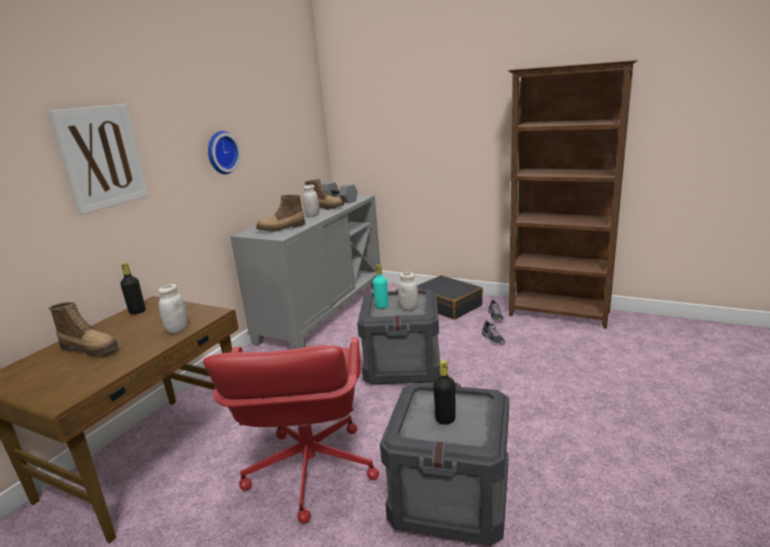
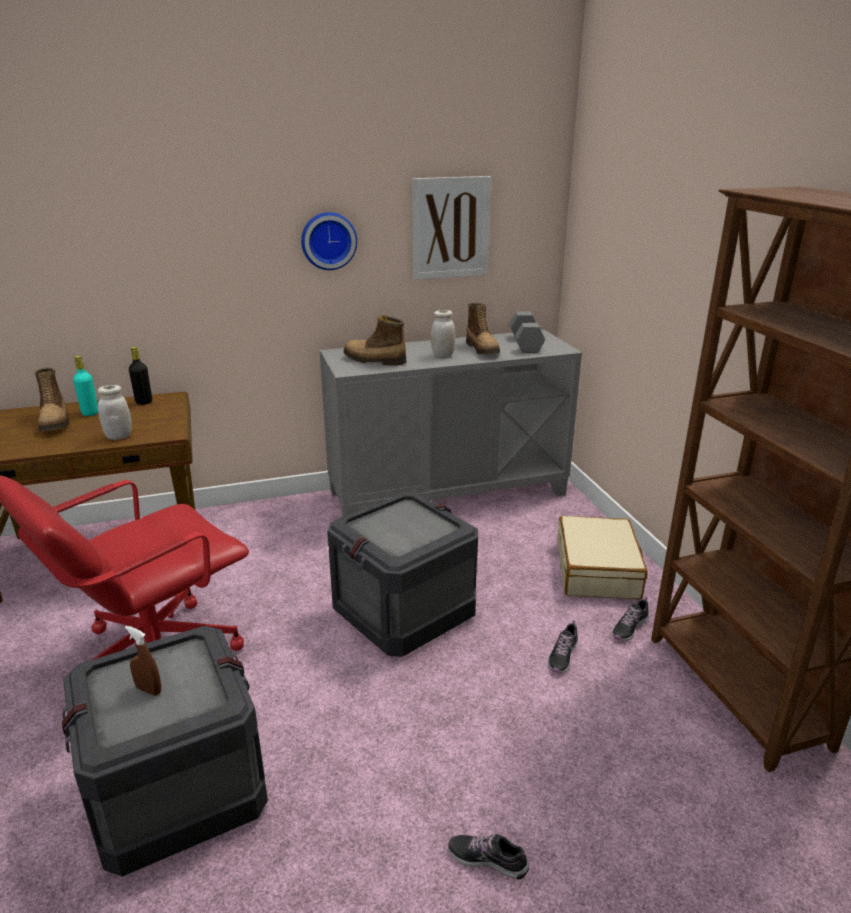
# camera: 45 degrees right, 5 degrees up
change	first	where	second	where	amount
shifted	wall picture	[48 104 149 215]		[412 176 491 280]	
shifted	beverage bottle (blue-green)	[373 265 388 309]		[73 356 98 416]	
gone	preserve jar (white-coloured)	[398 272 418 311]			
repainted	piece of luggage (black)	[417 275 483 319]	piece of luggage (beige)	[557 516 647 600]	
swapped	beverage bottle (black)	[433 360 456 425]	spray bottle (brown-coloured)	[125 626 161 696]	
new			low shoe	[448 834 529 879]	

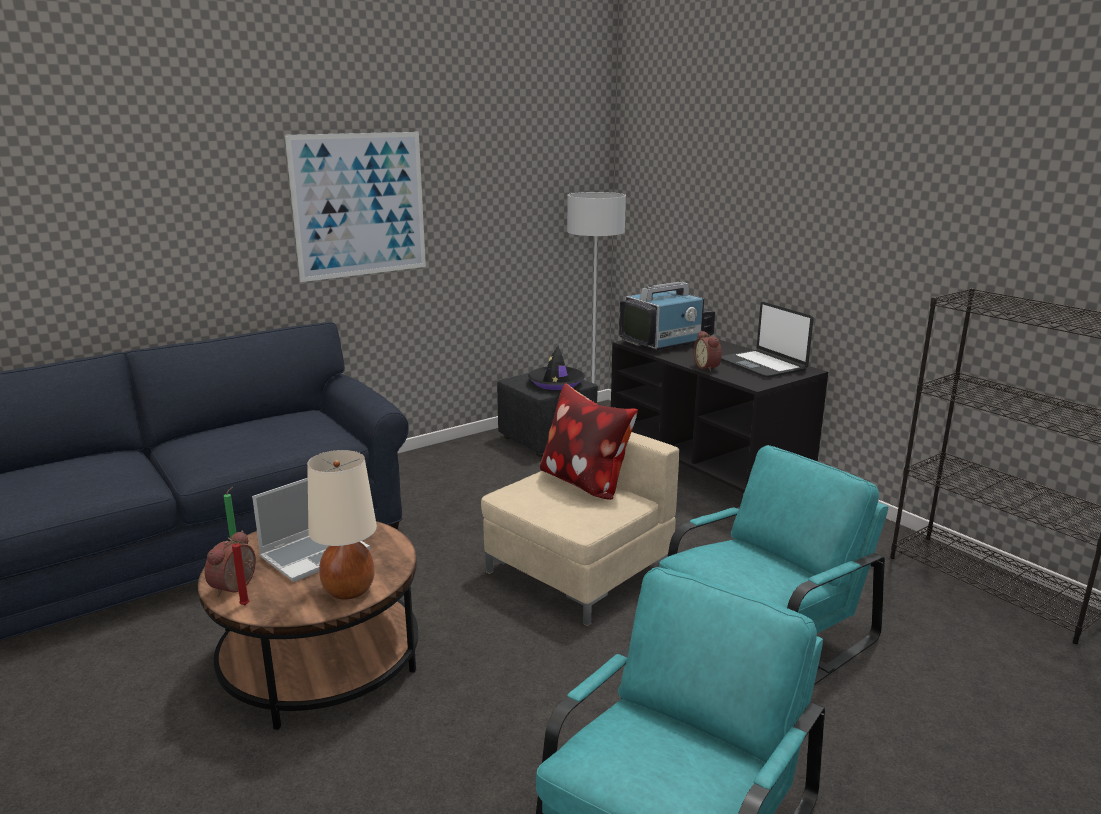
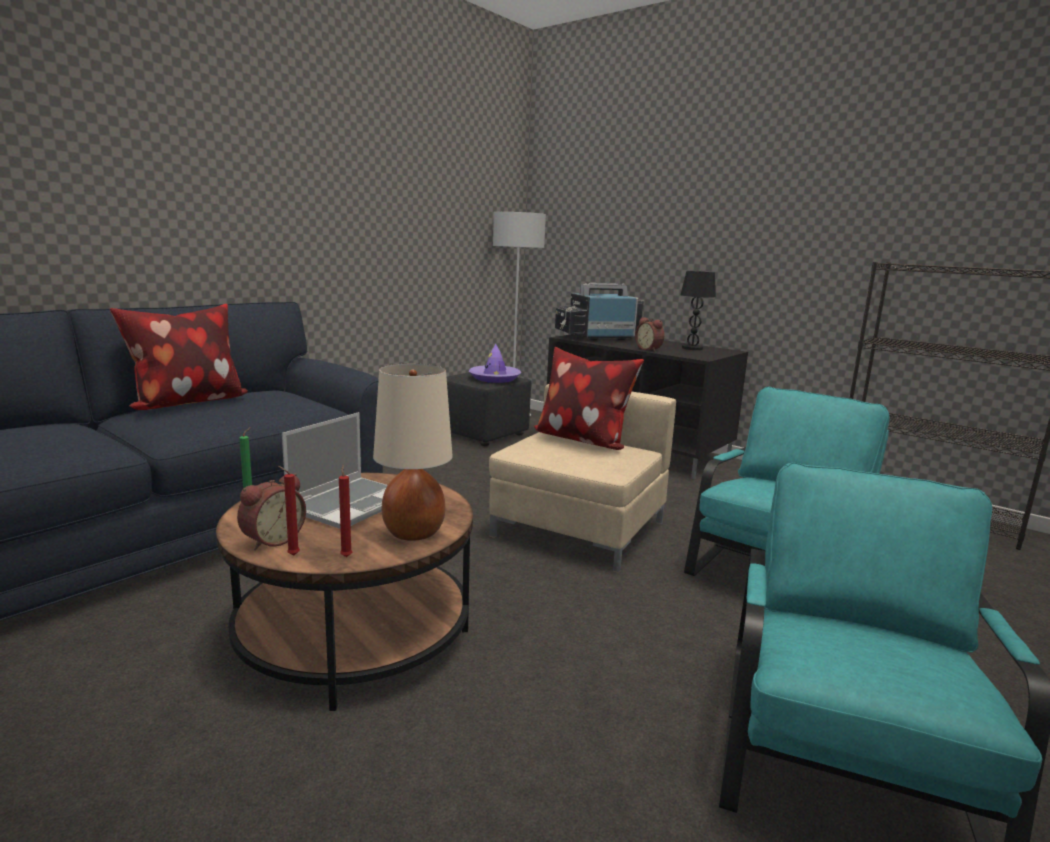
# camera: 15 degrees left, 5 degrees down
change	first	where	second	where	amount
rotated	bedside clock	[205 530 256 597]		[237 473 306 550]	150 degrees counterclockwise
gone	wall picture	[285 132 426 282]			
repainted	clothing hat (black)	[528 346 585 390]	clothing hat (purplish)	[469 344 521 383]	
rotated	TV	[619 282 715 351]		[555 283 644 340]	150 degrees counterclockwise
swapped	portable computer	[721 302 814 378]	lamp for a table (black)	[681 271 716 350]	
new			pillow	[110 304 248 410]	
new			candle (reddish)	[339 465 352 557]	

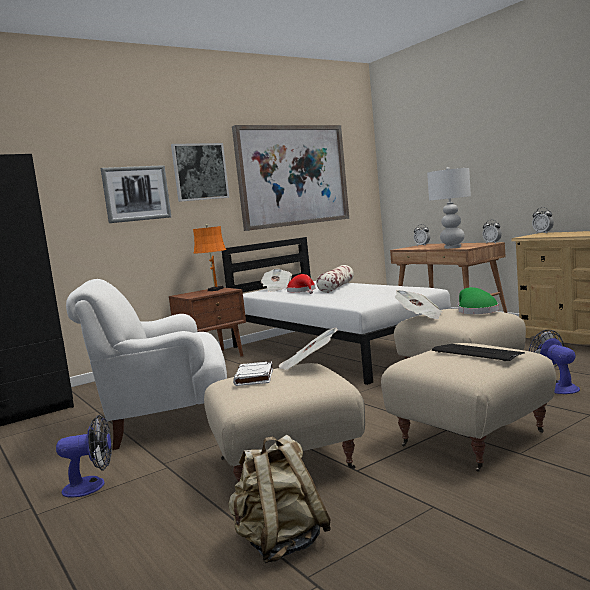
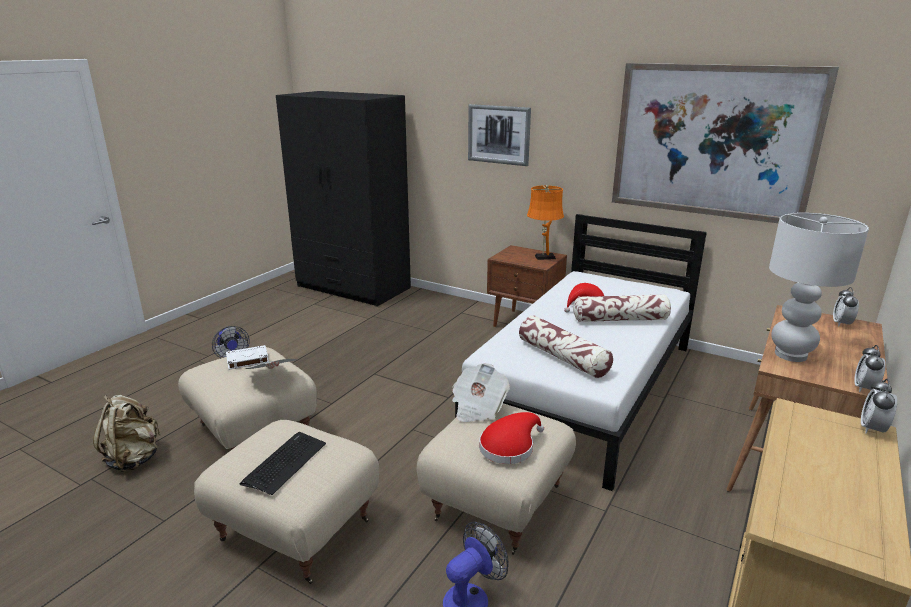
# camera: 65 degrees right, 15 degrees up
change	first	where	second	where	amount
gone	easy chair (white-coloured)	[66 279 227 450]			
gone	wall picture	[171 143 229 202]			
gone	printed paper	[261 269 292 292]			
repainted	clothing hat (green)	[457 287 499 314]	clothing hat (reddish)	[479 412 544 464]	
new			pillow	[519 315 613 378]	

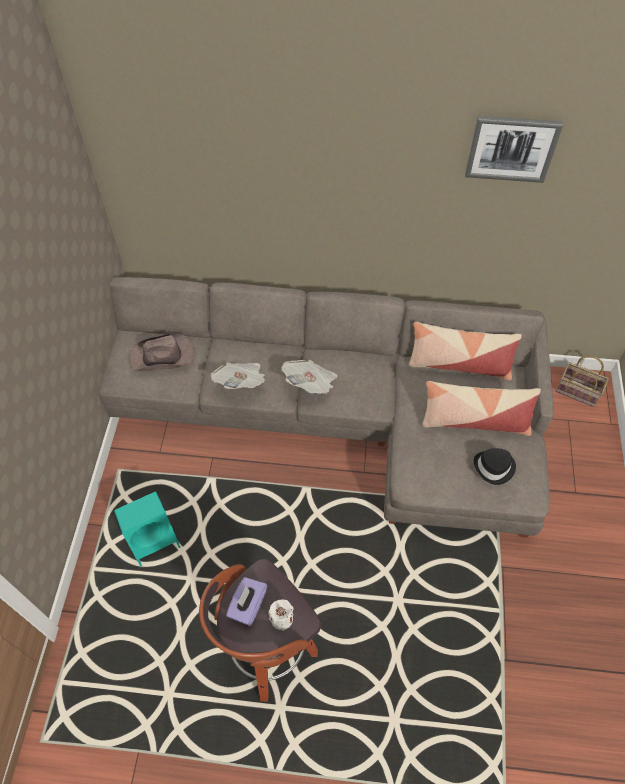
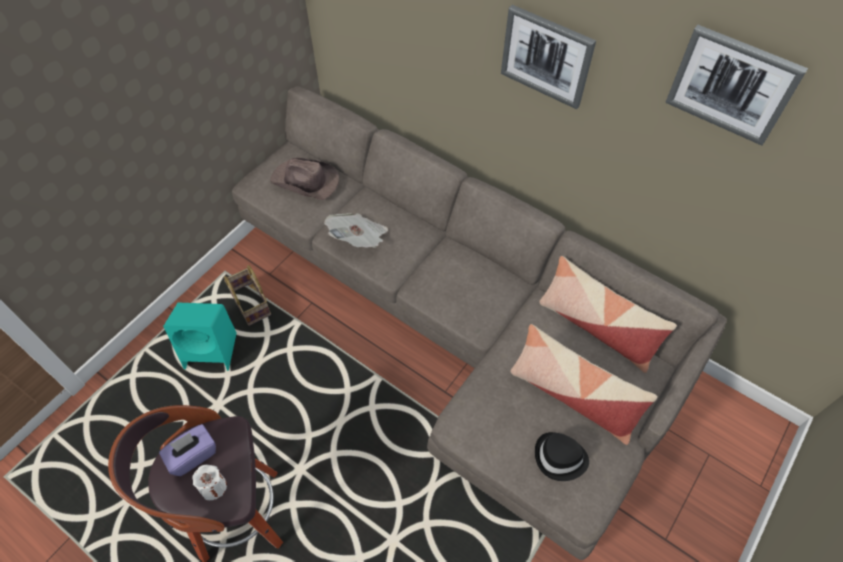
# camera: 30 degrees right, 0 degrees up
change	first	where	second	where	amount
gone	printed paper	[281 360 338 394]			
shifted	storage basket	[556 355 609 407]		[224 265 271 326]	
new			wall picture	[501 5 596 109]	

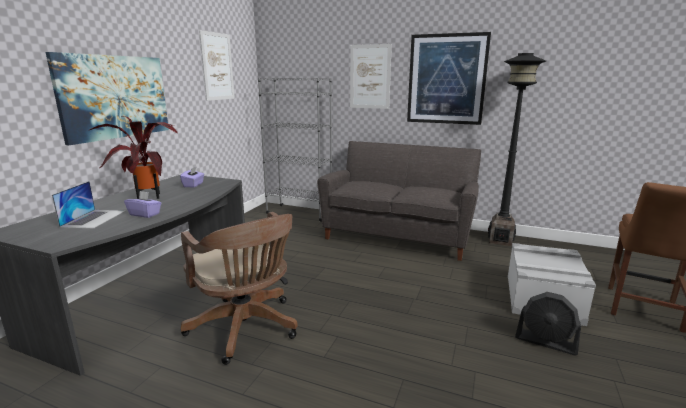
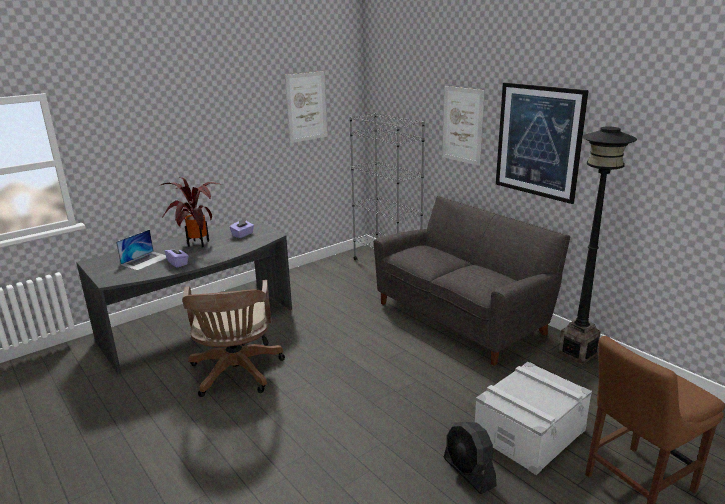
# camera: 30 degrees right, 5 degrees up
change	first	where	second	where	amount
gone	wall picture	[45 52 169 145]			

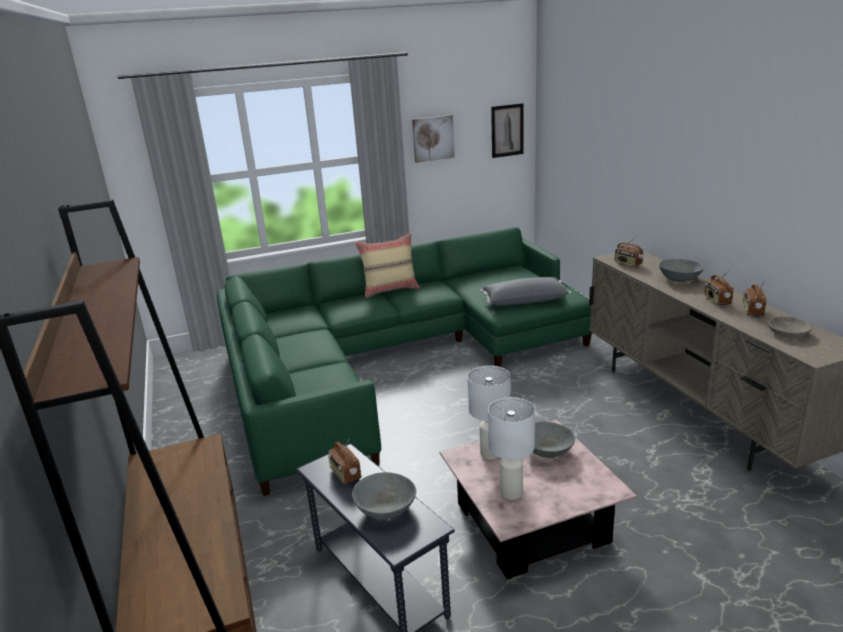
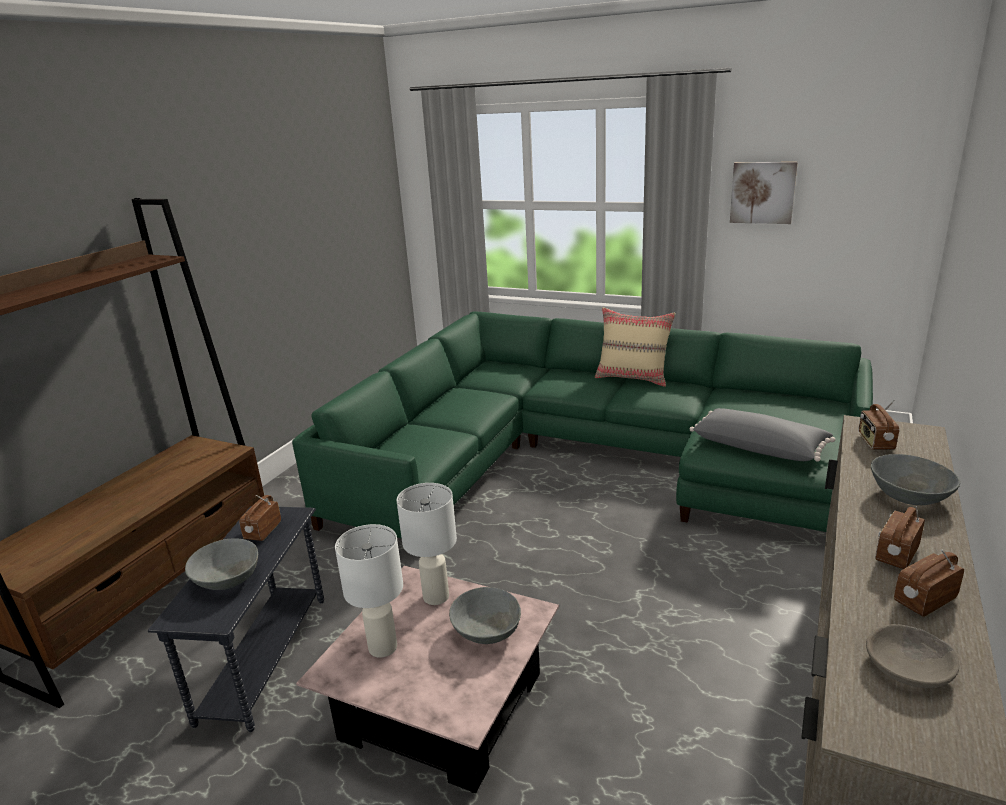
# camera: 45 degrees right, 0 degrees up
change	first	where	second	where	amount
gone	wall picture	[491 103 524 158]			

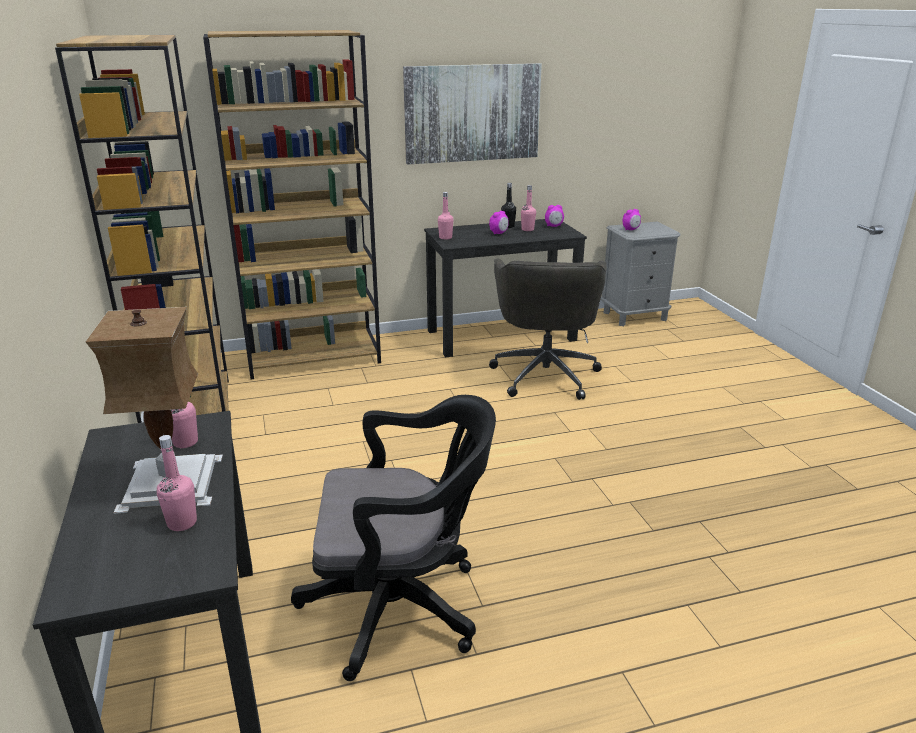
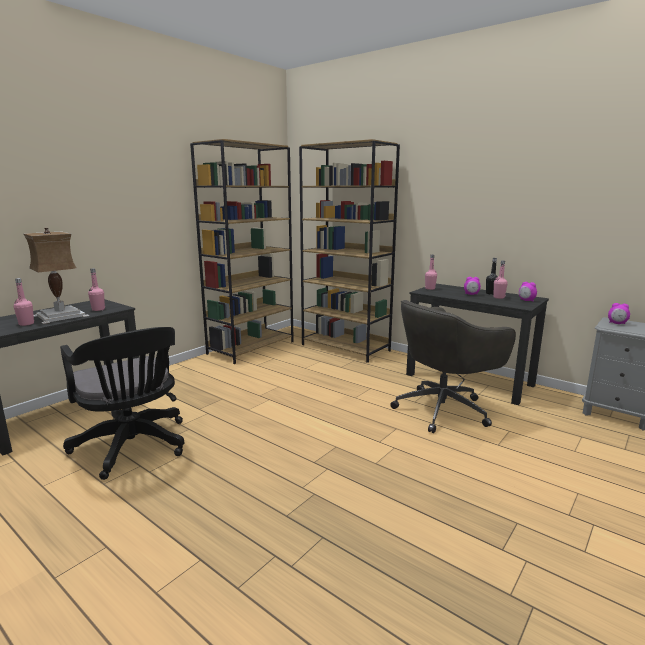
# camera: 55 degrees right, 10 degrees down
change	first	where	second	where	amount
gone	wall picture	[403 63 542 165]			

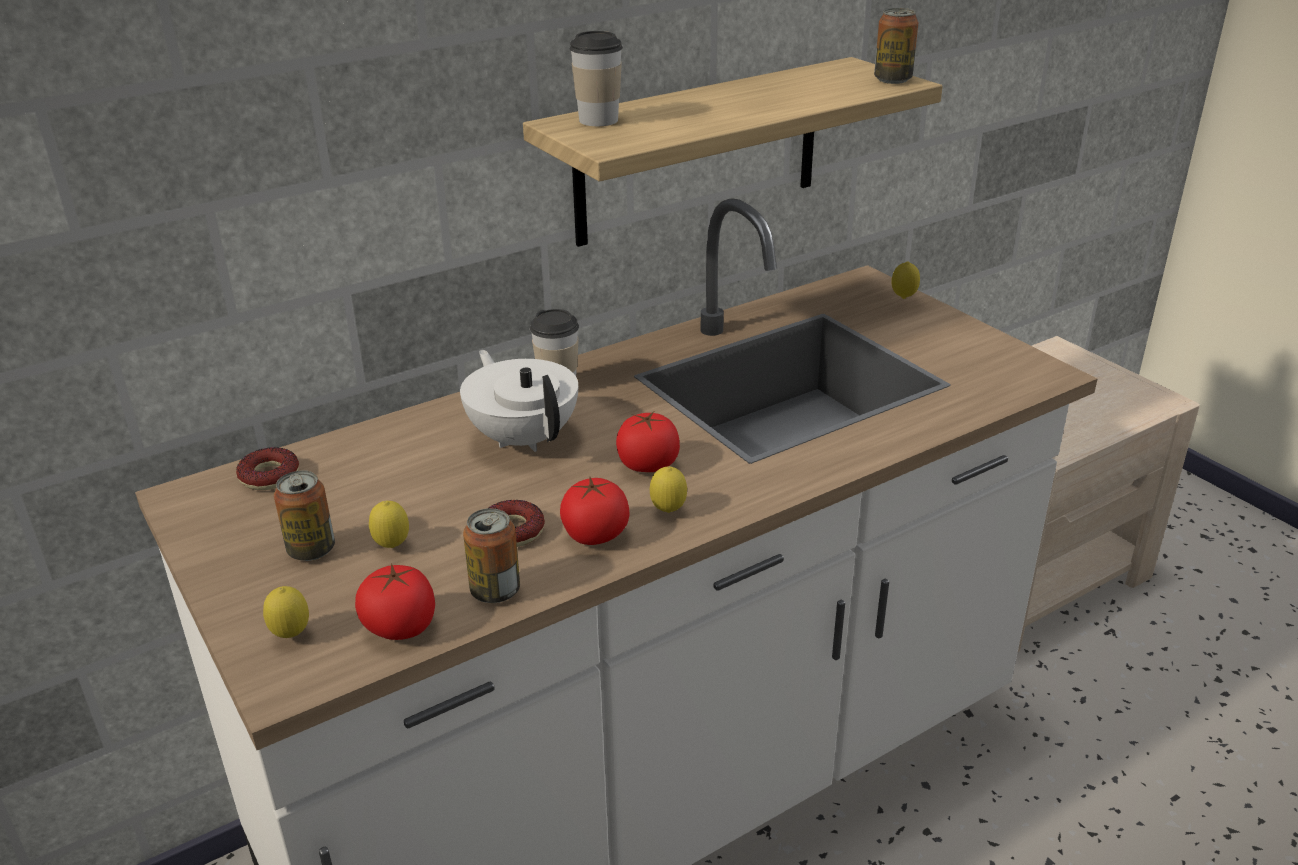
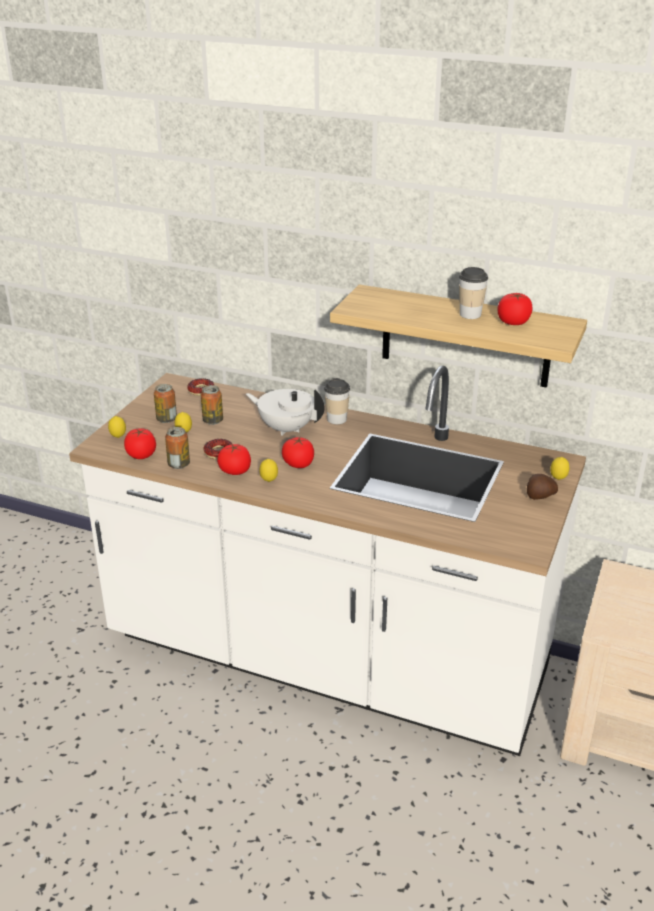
# camera: 55 degrees right, 0 degrees up
change	first	where	second	where	amount
rotated	teapot (white-coloured)	[460 350 578 452]		[246 389 324 436]	90 degrees counterclockwise
shifted	drinking cup	[570 31 623 126]		[459 267 488 319]	
shifted	can	[874 8 918 84]		[201 385 223 425]	
new			tomato	[497 293 533 325]	
new			whole potato	[527 474 558 500]	

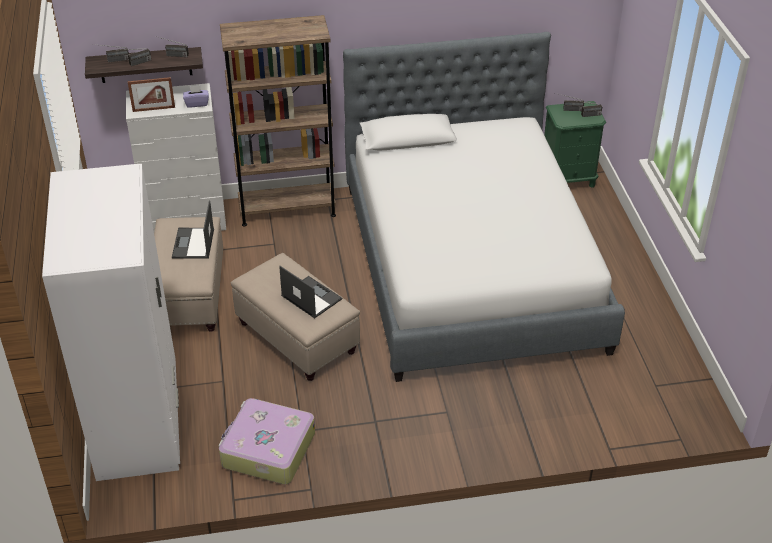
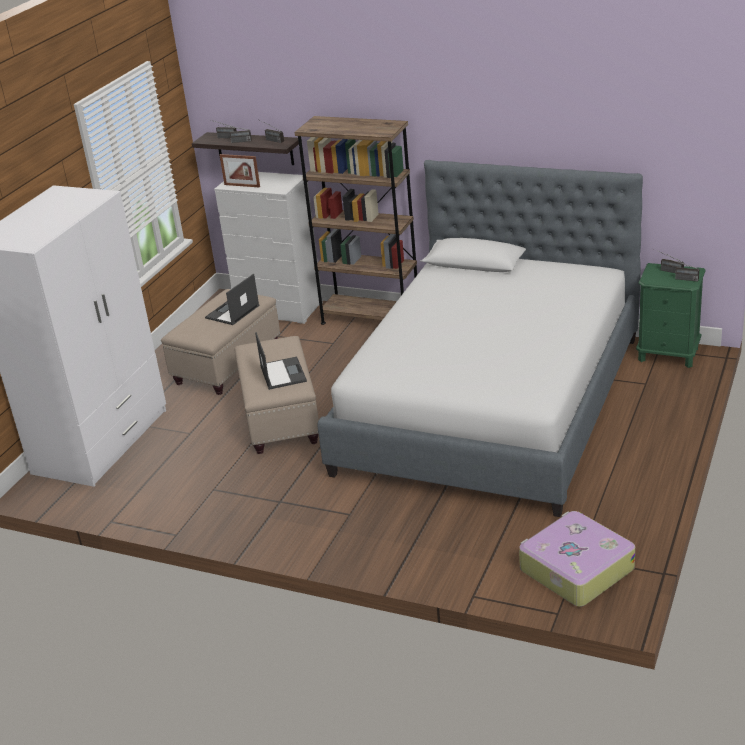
# camera: 35 degrees right, 10 degrees down
change	first	where	second	where	amount
gone	tissue holder (purplish)	[183 86 209 108]			
shifted	piece of luggage	[218 398 315 484]		[519 511 635 607]	

